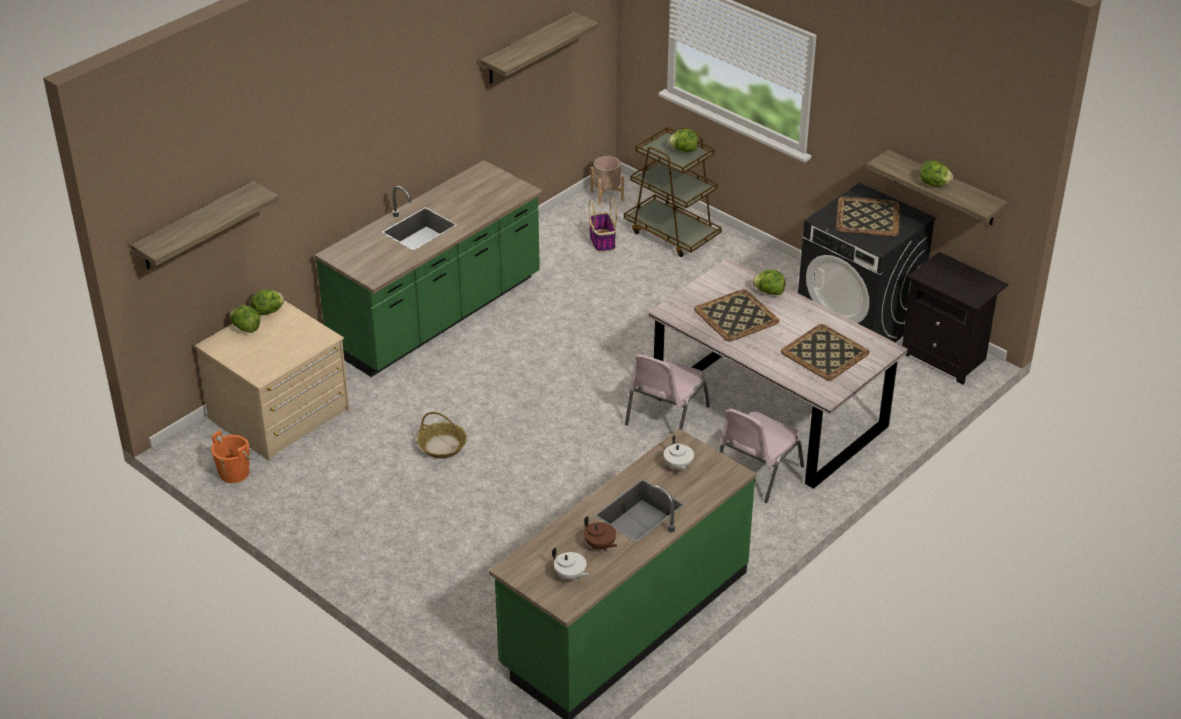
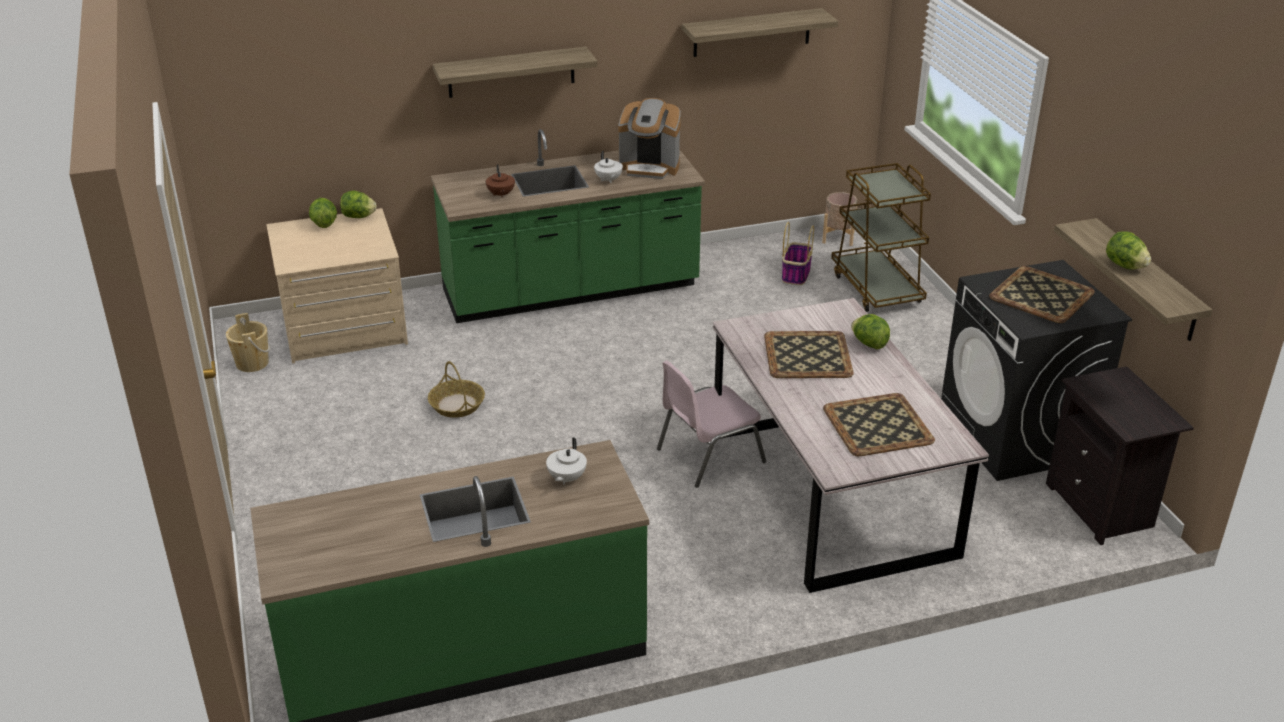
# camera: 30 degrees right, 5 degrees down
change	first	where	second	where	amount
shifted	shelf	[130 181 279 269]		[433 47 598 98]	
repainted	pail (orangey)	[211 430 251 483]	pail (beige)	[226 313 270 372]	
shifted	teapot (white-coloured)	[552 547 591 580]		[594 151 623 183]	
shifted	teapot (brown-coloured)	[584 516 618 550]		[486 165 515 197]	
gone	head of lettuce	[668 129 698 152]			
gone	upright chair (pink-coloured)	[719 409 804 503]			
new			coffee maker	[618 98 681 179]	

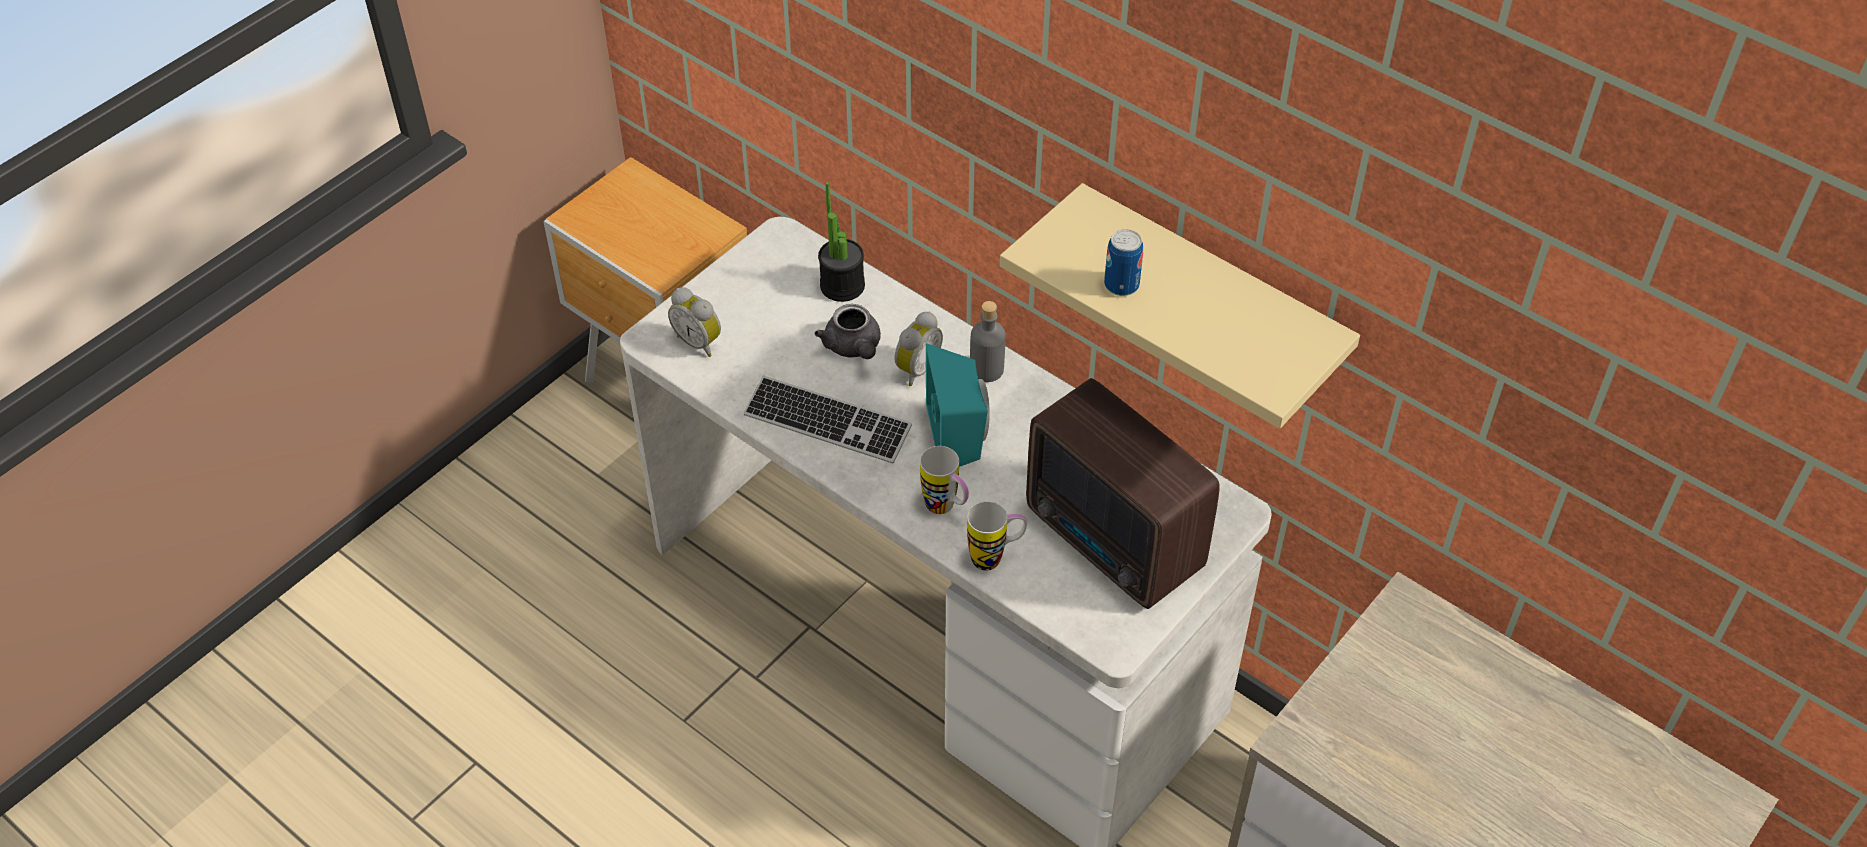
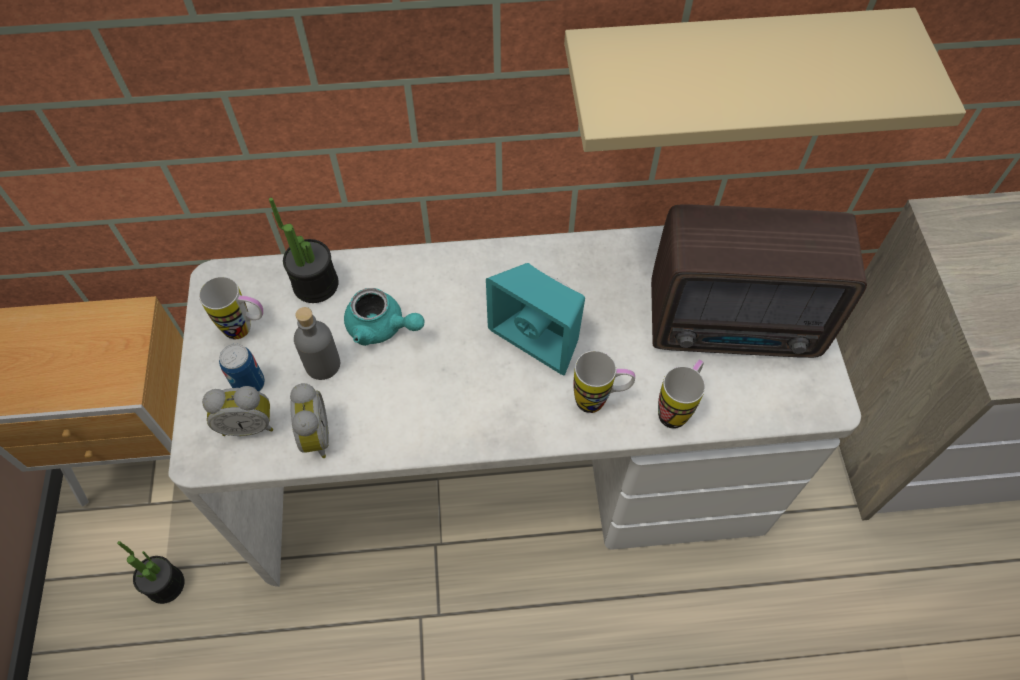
# camera: 45 degrees left, 10 degrees up
change	first	where	second	where	amount
gone	PC keyboard	[744 376 912 464]			
repainted	teapot (greyish)	[815 304 881 359]	teapot (blue-green)	[344 288 425 346]	
shifted	bedside clock	[894 312 943 386]		[290 383 329 458]	
shifted	beverage bottle (greyish)	[970 301 1006 382]		[294 307 340 380]	
shifted	can	[1104 229 1143 296]		[219 344 265 392]	
new			plant in a pot	[117 541 184 604]	
new			coffee mug	[199 277 263 339]	

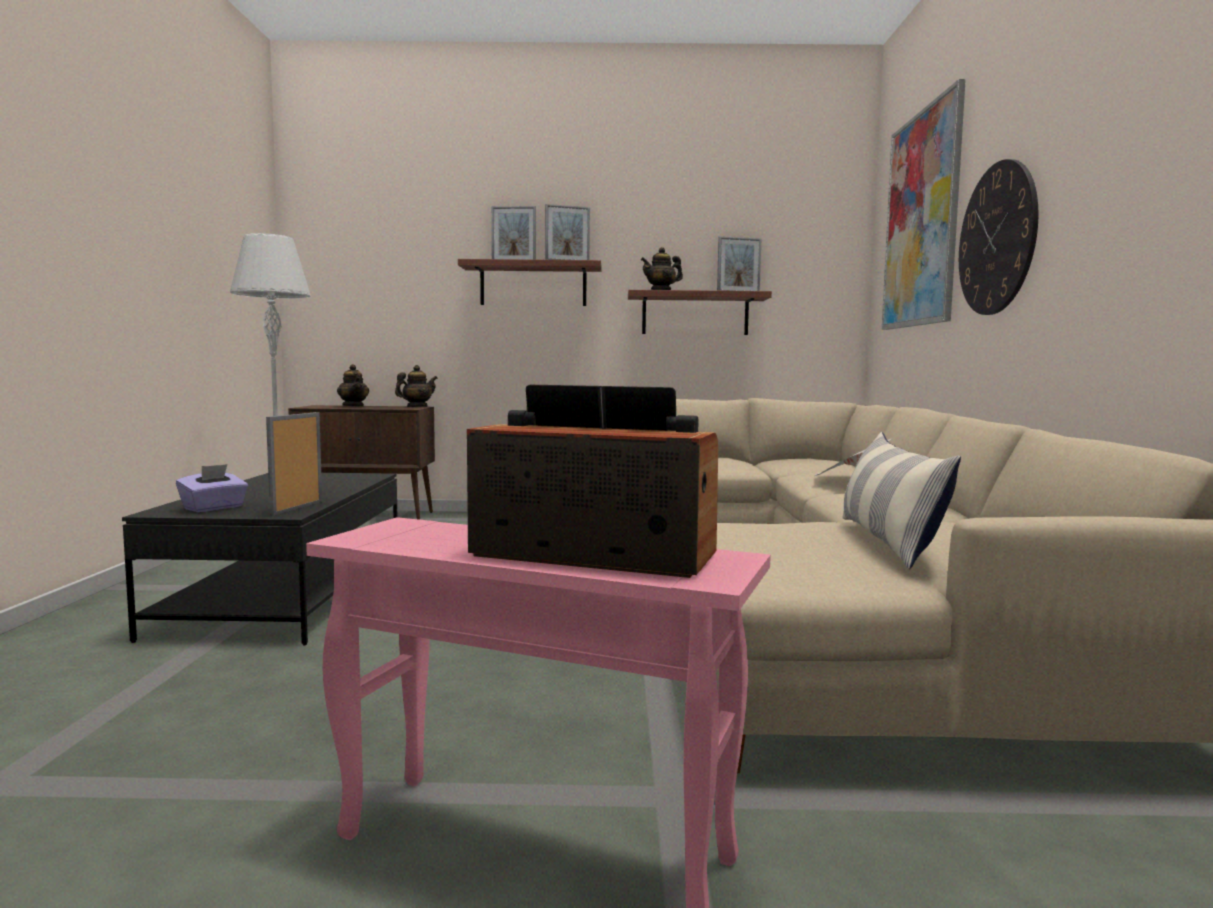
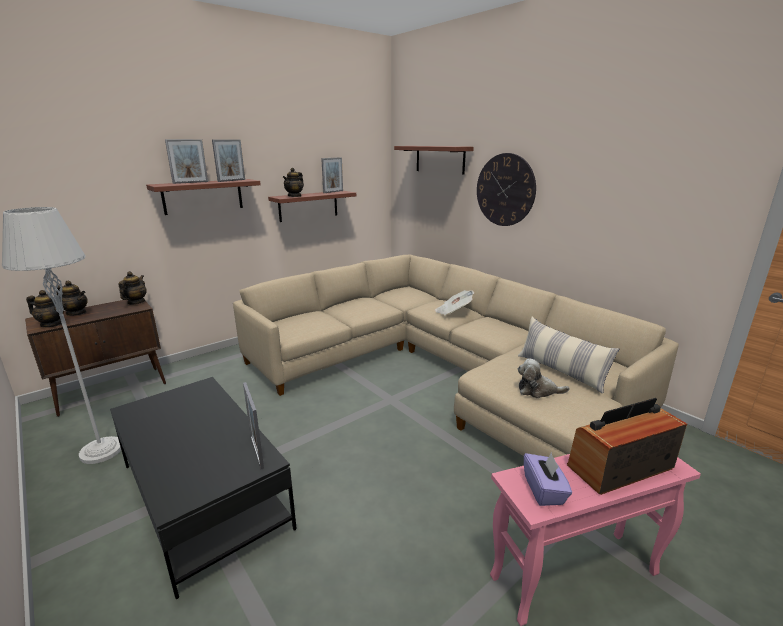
# camera: 40 degrees left, 15 degrees up
change	first	where	second	where	amount
shifted	tissue holder (purplish)	[176 464 248 512]		[524 453 572 506]	
swapped	wall picture	[882 79 966 330]	shelf	[394 146 474 175]	
new			teapot	[26 290 64 327]	
new			cuddly toy	[518 358 570 398]	

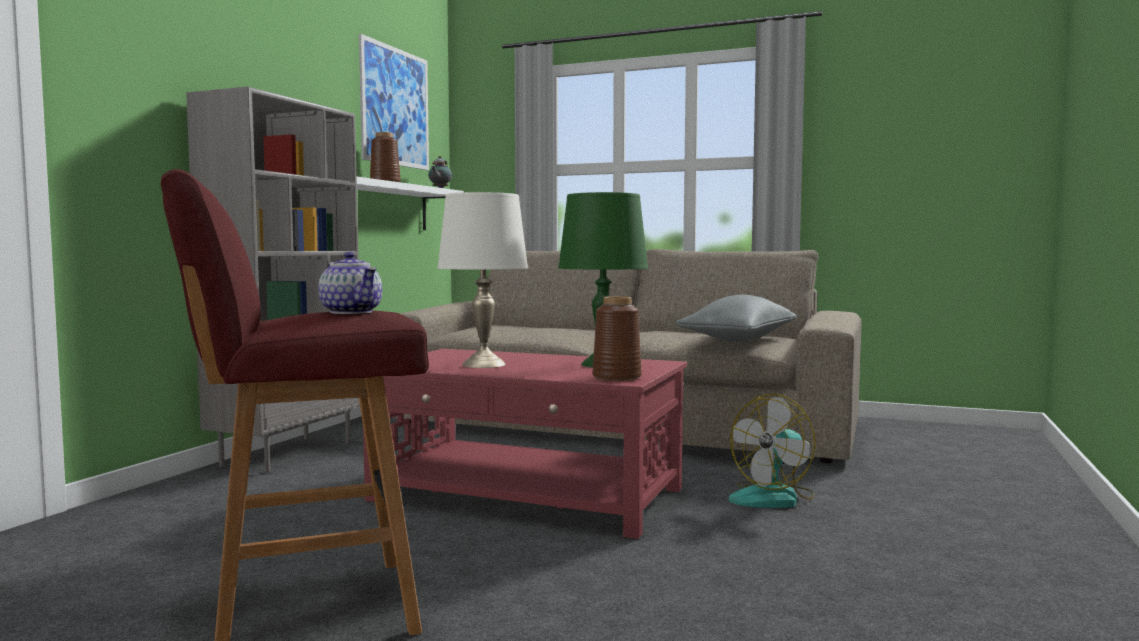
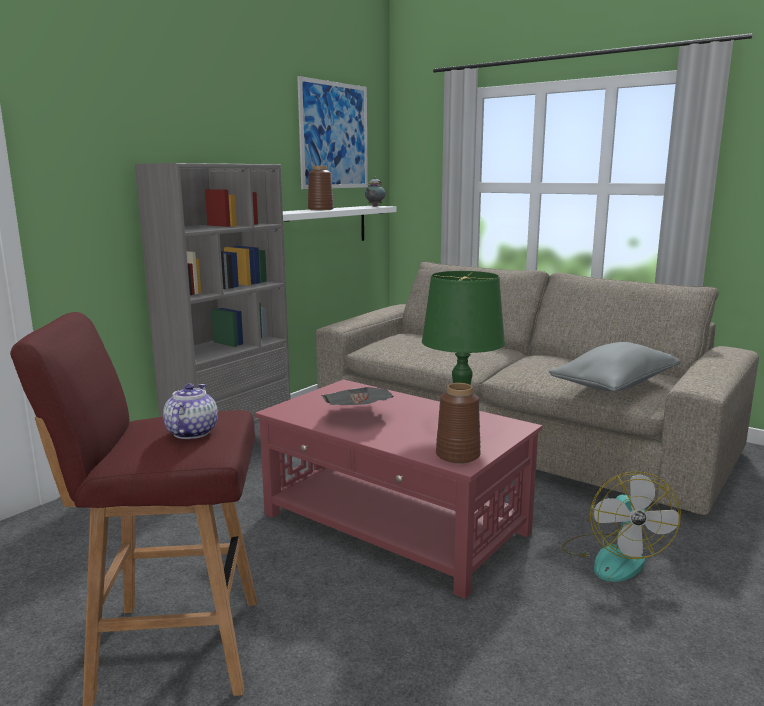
# camera: 15 degrees right, 10 degrees up
change	first	where	second	where	amount
rotated	teapot	[318 252 382 314]		[163 384 218 439]	150 degrees counterclockwise
swapped	lamp for a table (white-coloured)	[437 192 528 368]	printed paper	[321 387 394 405]	
rotated	cooling fan	[729 394 816 508]		[561 471 681 582]	60 degrees counterclockwise

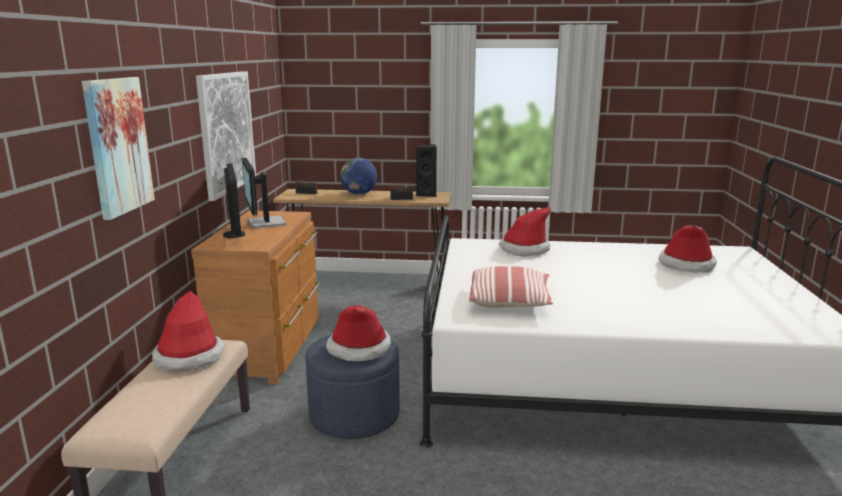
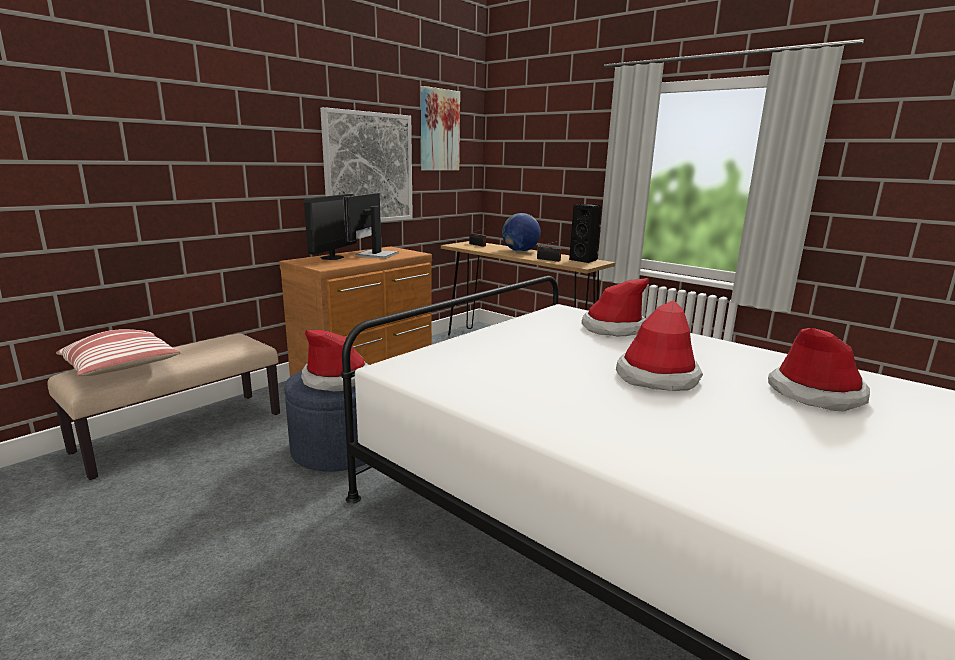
# camera: 35 degrees right, 0 degrees up
change	first	where	second	where	amount
shifted	wall picture	[82 77 155 220]		[421 86 460 170]	
shifted	clothing hat	[152 291 225 372]		[616 300 703 391]	
shifted	pillow	[469 266 553 308]		[56 329 180 376]	

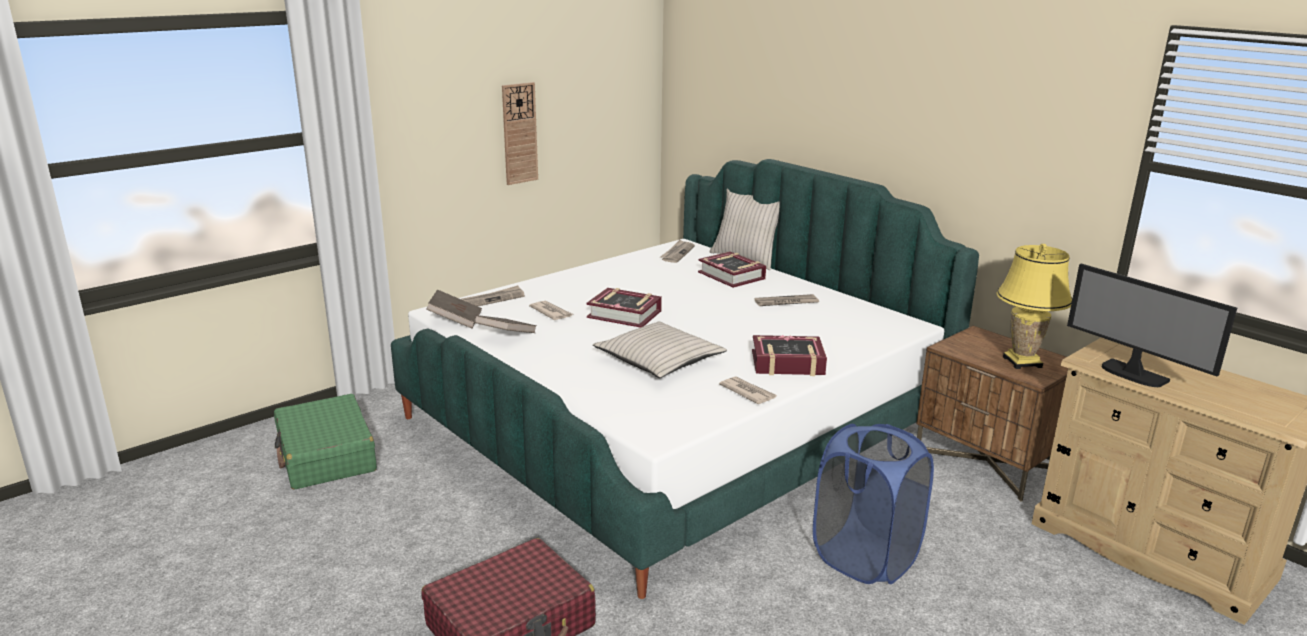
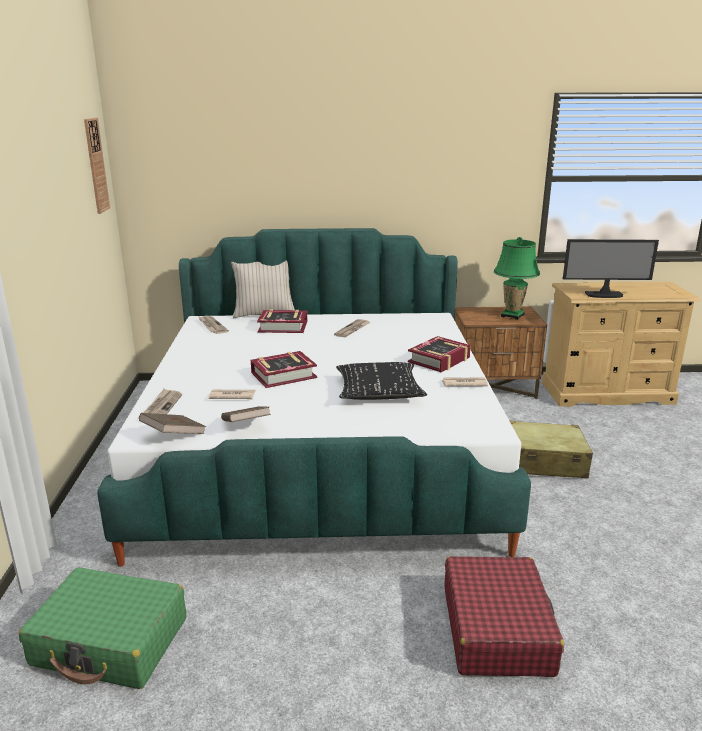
# camera: 50 degrees left, 0 degrees up
change	first	where	second	where	amount
shifted	clock on the wall	[502 82 538 185]		[84 118 110 214]	
repainted	pillow (beige)	[593 322 727 378]	pillow (black)	[336 362 427 400]	
swapped	hamper (blue)	[813 424 934 584]	piece of luggage (beige)	[510 421 593 479]	
repainted	lamp for a table (yellowish)	[996 244 1072 369]	lamp for a table (green)	[494 237 540 320]	

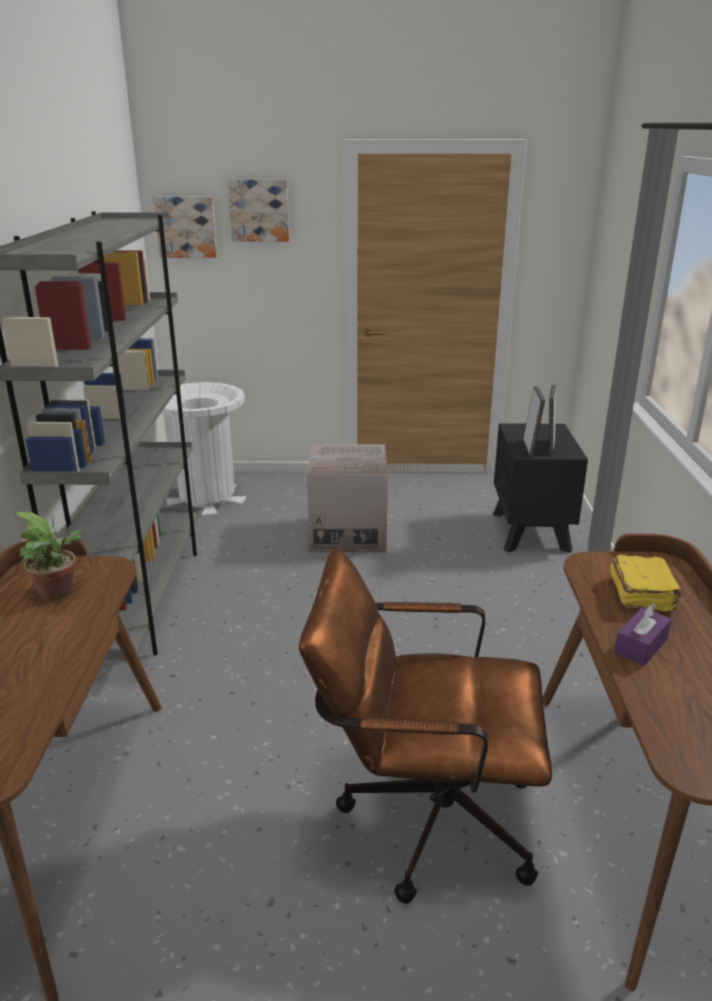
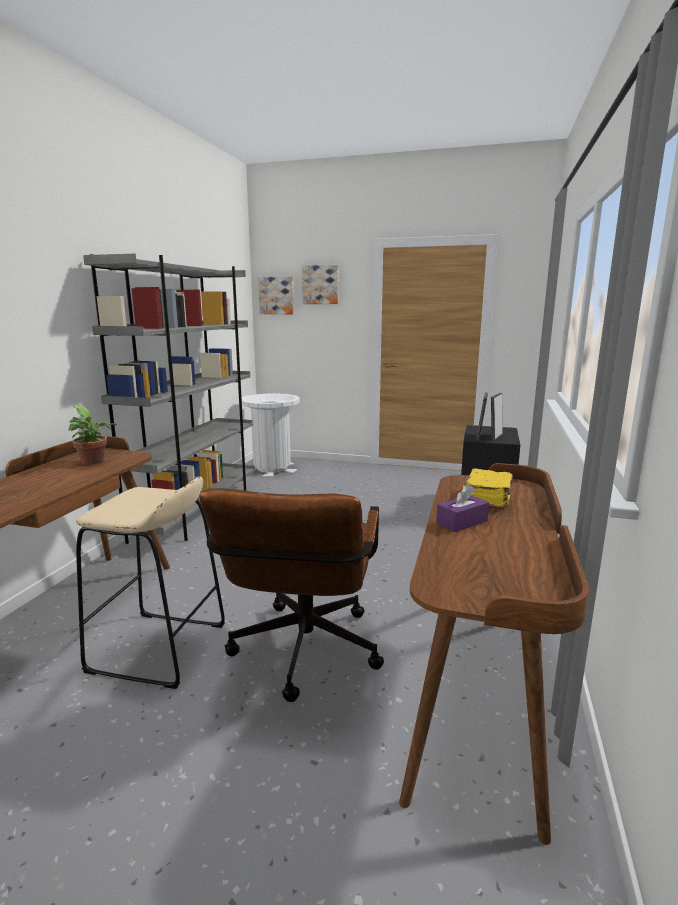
# camera: 15 degrees right, 10 degrees down
change	first	where	second	where	amount
rotated	office chair (brown-coloured)	[299 548 552 904]		[199 488 384 702]	105 degrees counterclockwise
gone	carton	[307 445 388 553]			
new			sitting stool (beige)	[76 476 225 689]	

